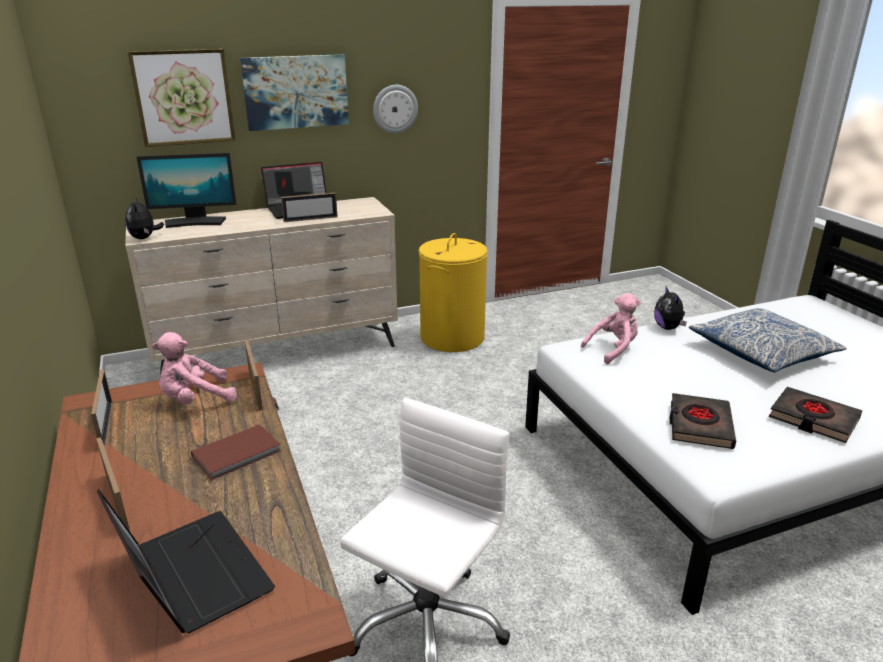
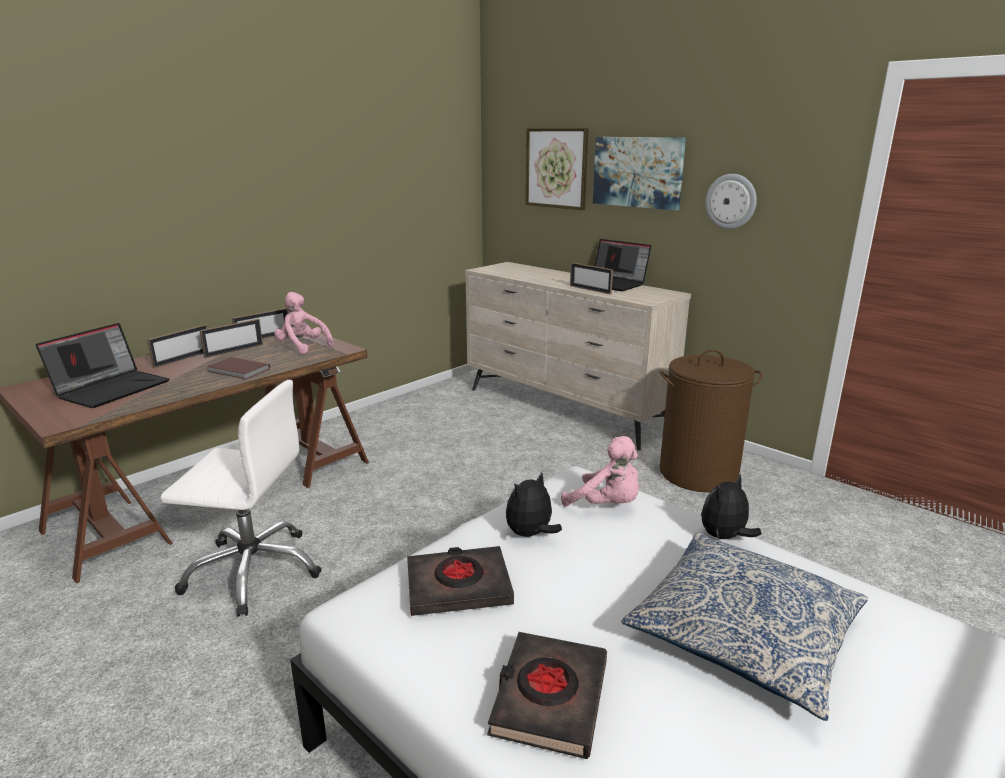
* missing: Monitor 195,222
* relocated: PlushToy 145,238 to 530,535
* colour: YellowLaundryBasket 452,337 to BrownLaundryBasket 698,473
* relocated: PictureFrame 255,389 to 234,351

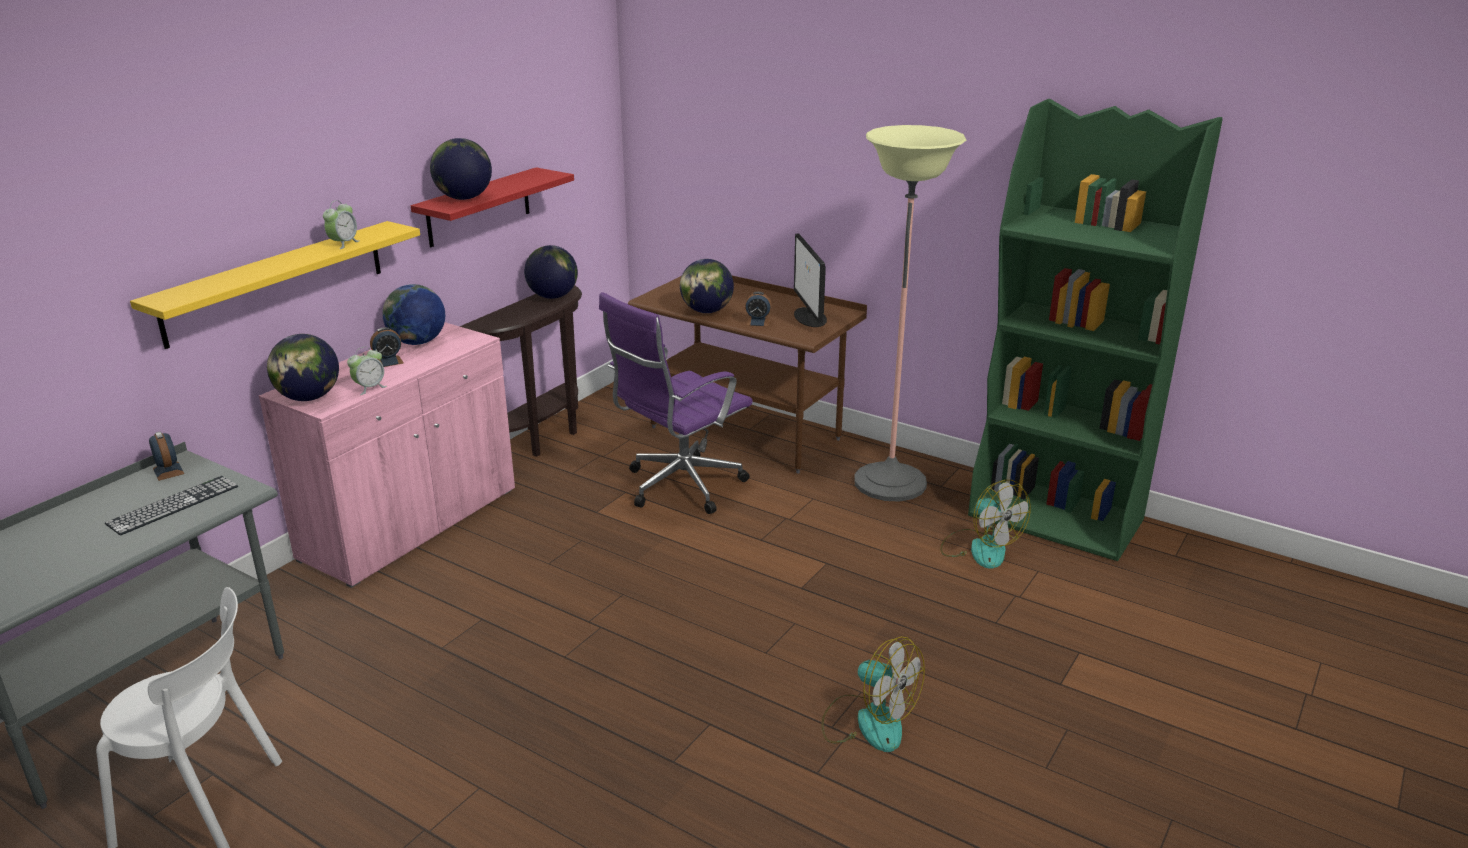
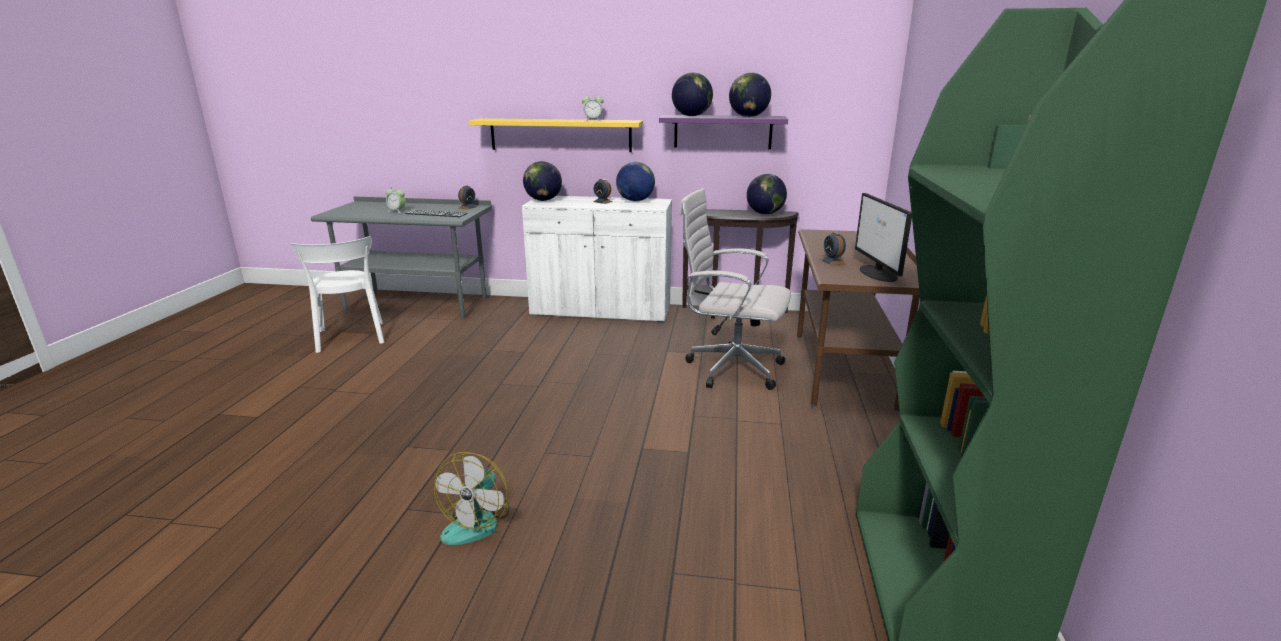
* missing: FloorLamp 890,482
* colour: RedShelf 479,207 to PurpleShelf 722,132
* spun: Monitor 810,317 = 878,273 60 degrees counterclockwise
* relocated: Globe 707,311 to 748,117
* colour: PurpleOfficeChair 679,487 to WhiteOfficeChair 730,368
* colour: PinkCabinet 411,524 to WhiteCabinet 601,310
* relocated: AlarmClock 369,388 to 397,211
* missing: Fan 980,548

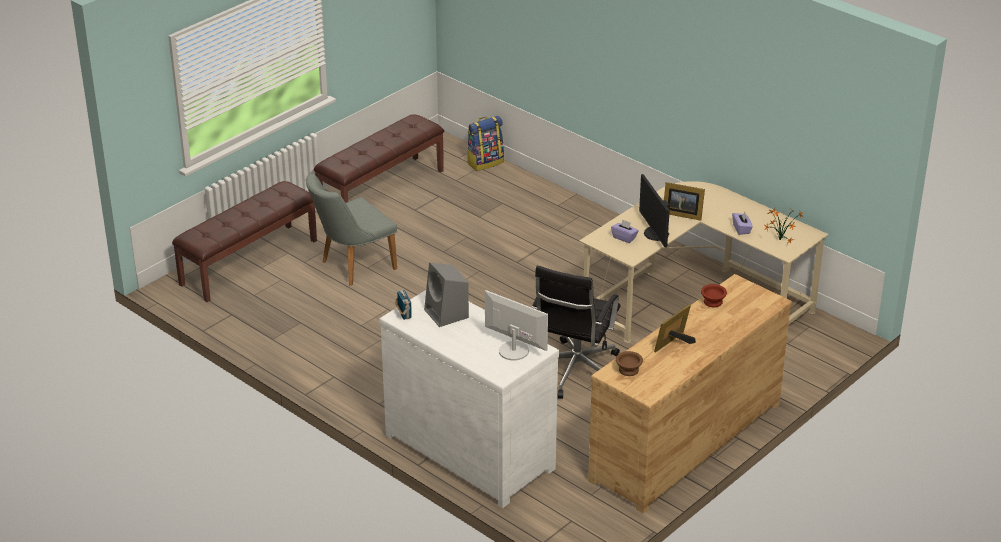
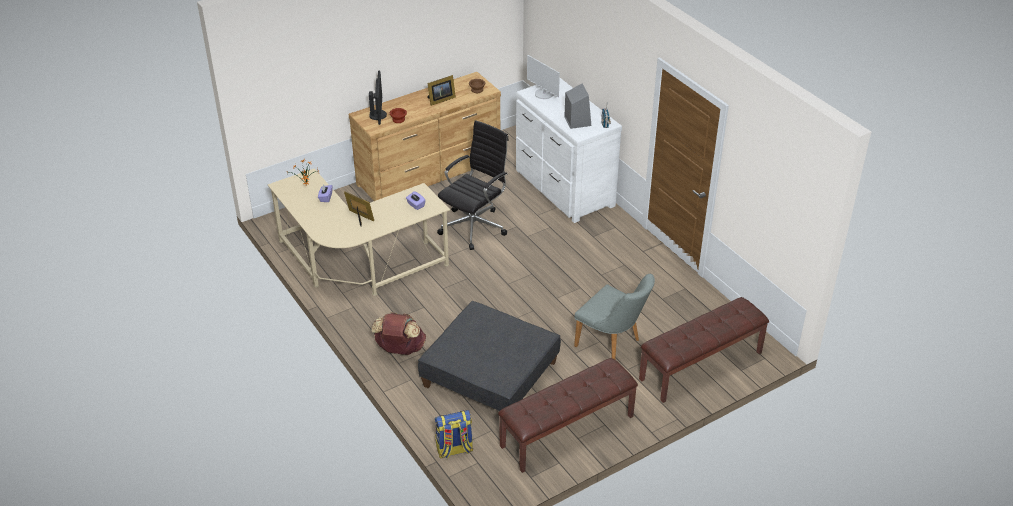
* spun: GreyChair 352,266 = 612,344 60 degrees clockwise
* relocated: Monitor 655,234 to 378,115
* appeared: GreyOttoman 491,374
* appeared: BrownBackpack 400,349

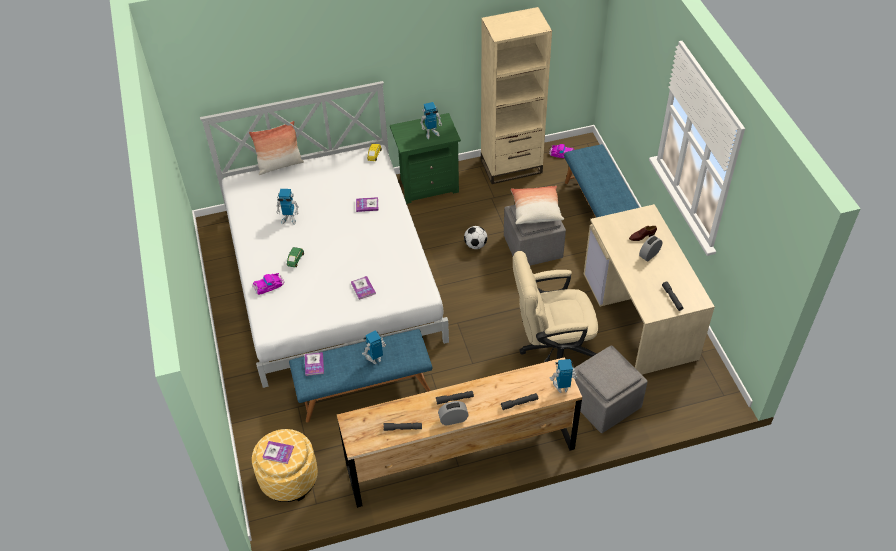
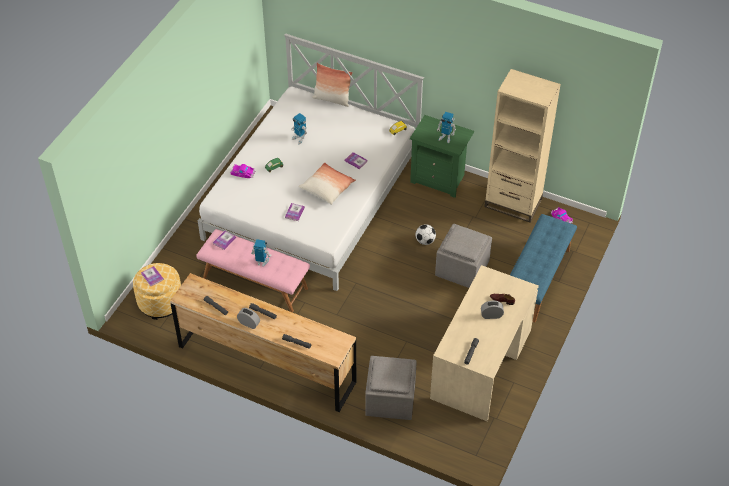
* relocated: Pillow 536,210 to 327,188
* missing: BeigeOfficeChair 552,348
* colour: BlueBench 364,389 to PinkBench 255,282
* missing: ToyRobot 562,387

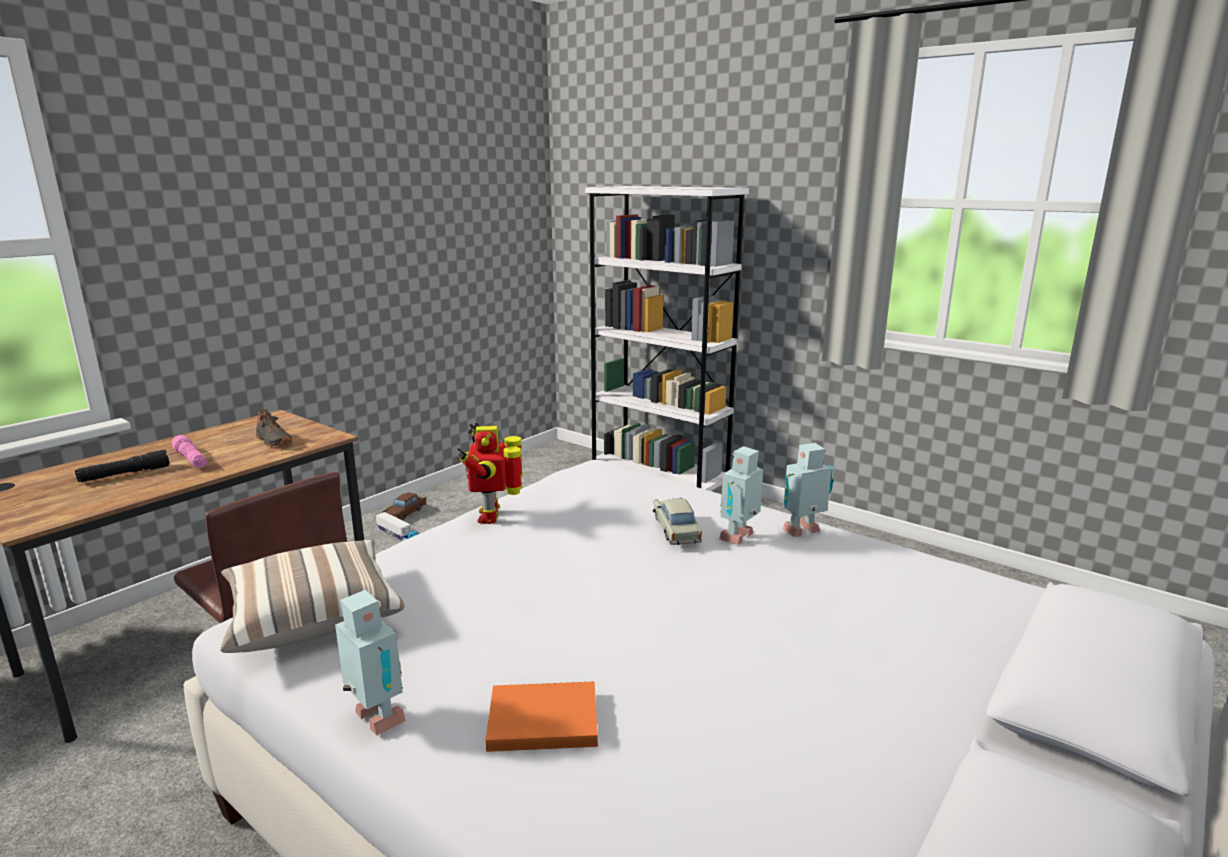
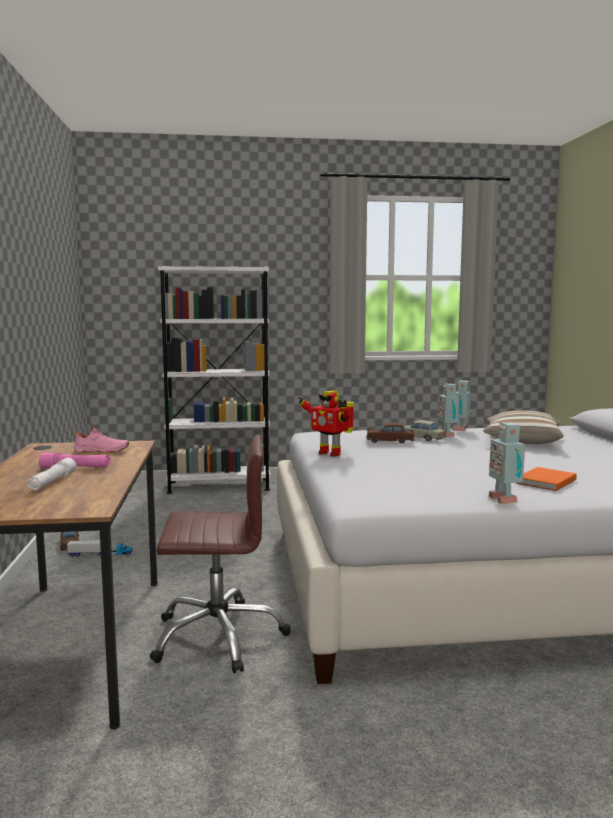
* colour: BlackShoe 272,441 to PinkShoe 101,452
* colour: BlackFlashlight 125,474 to WhiteFlashlight 52,482
* relocated: Pillow 312,617 to 521,442
* spun: ToyRobot 376,721 = 504,499 105 degrees counterclockwise
* appeared: BrownToyCar 390,441

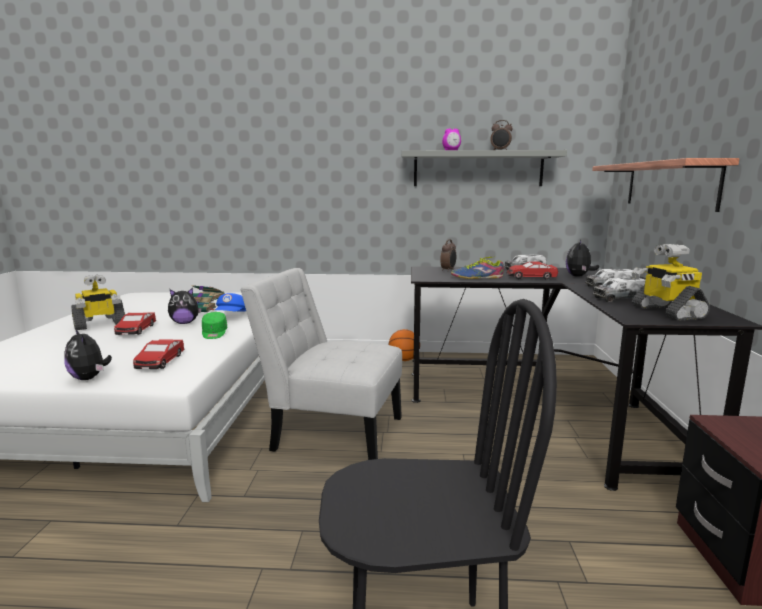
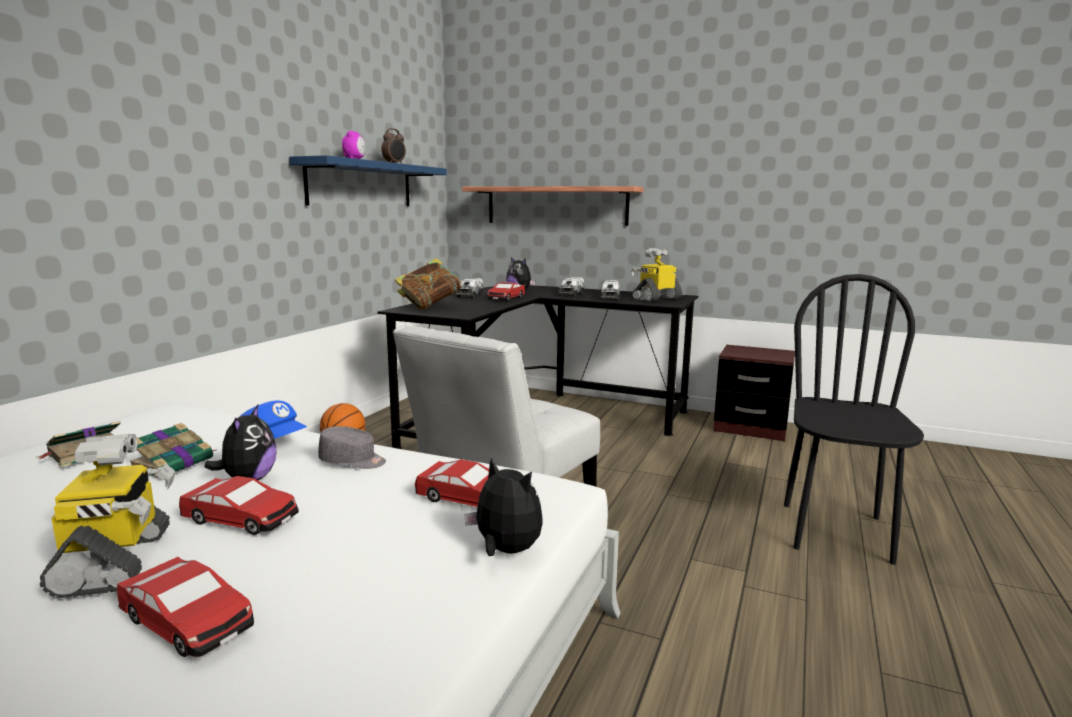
* colour: GreyShelf 478,169 to BlueShelf 361,184
* exchanged: AlarmClock 448,270 to Book 430,306
* spun: ToyRobot 666,312 = 656,299 135 degrees clockwise
* missing: Shoe 477,277
* colour: GreenCap 214,333 to GreyCap 353,461
* spun: PlushToy 89,378 = 505,551 120 degrees counterclockwise
* appeared: ToyCar 187,621

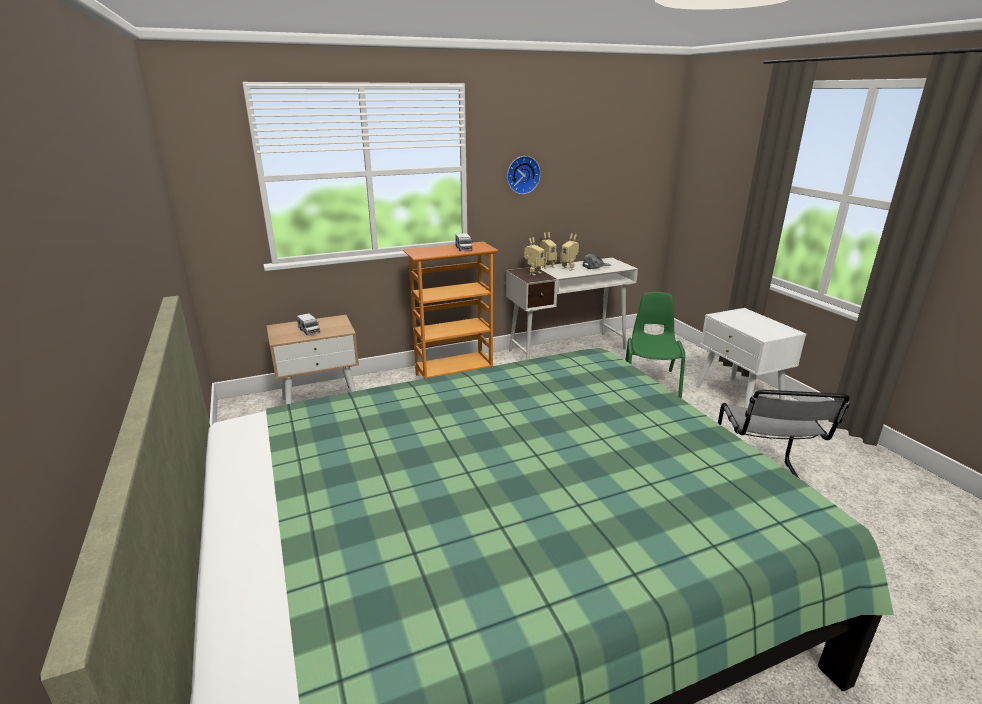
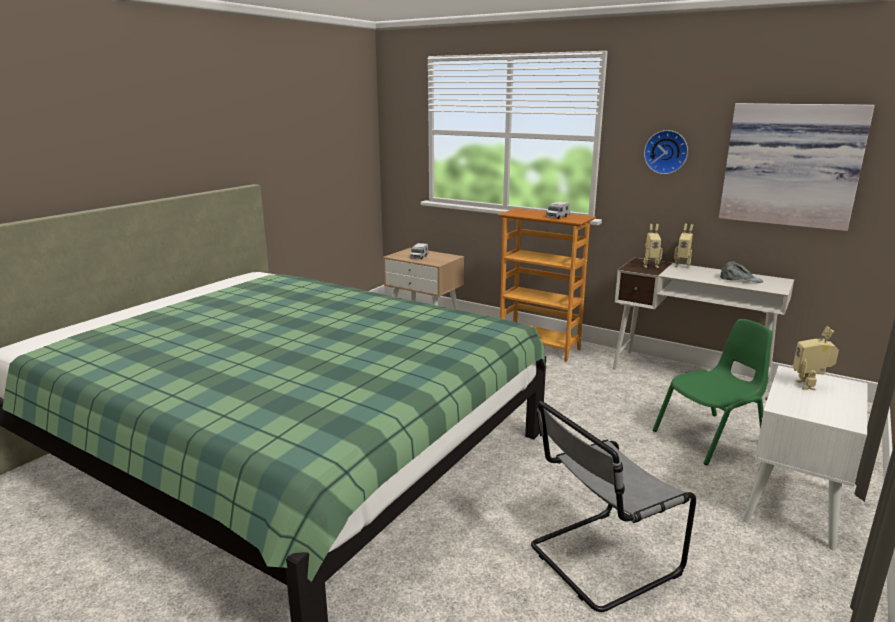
* relocated: ToyRobot 569,268 to 809,385
* appeared: Picture 791,165

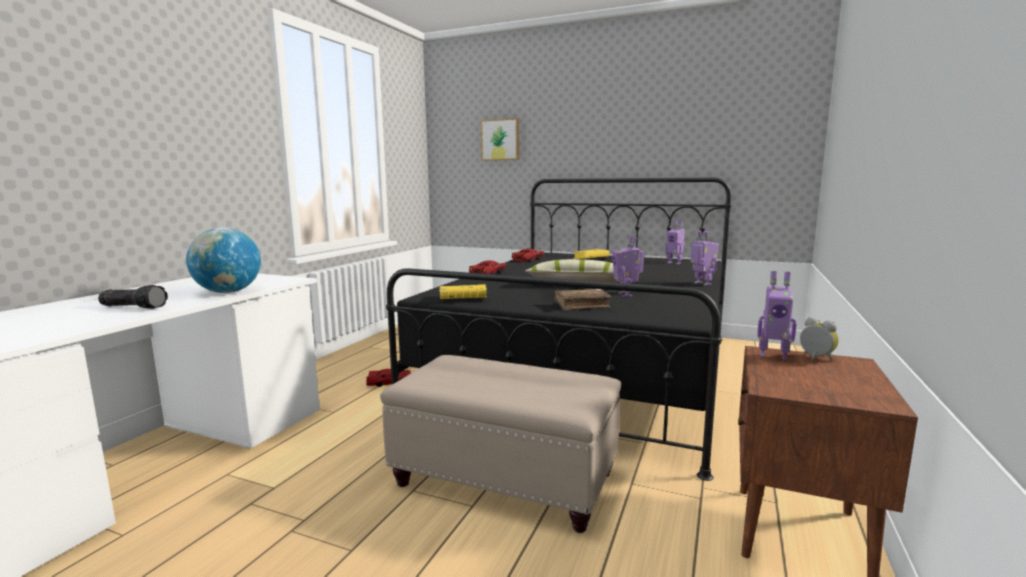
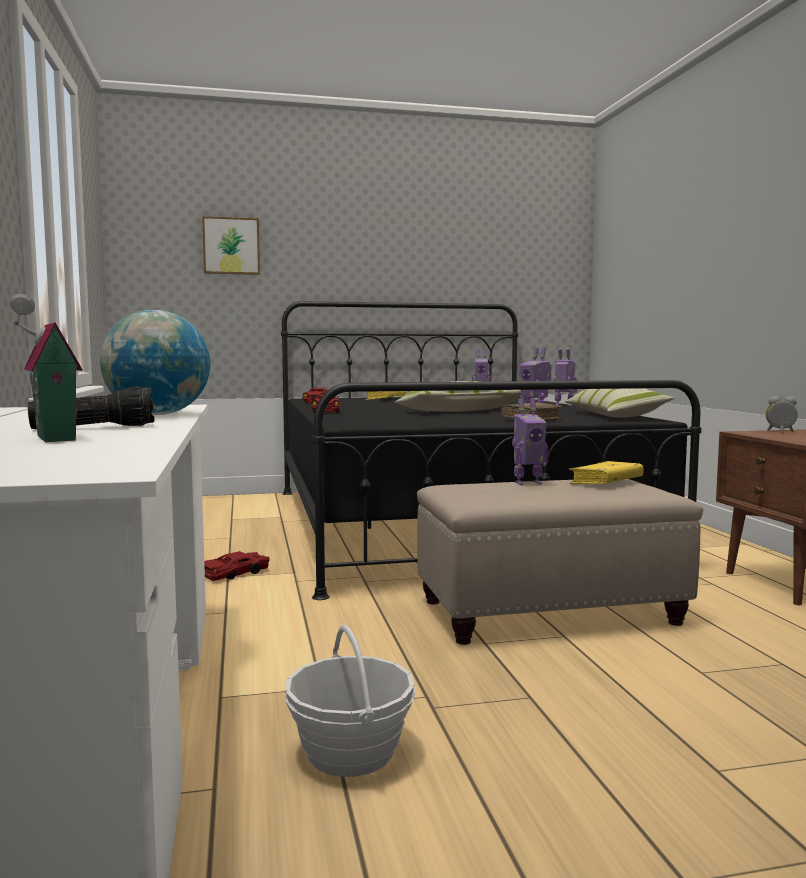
* relocated: ToyRobot 773,355 to 527,483
* relocated: YellowBook 463,299 to 606,483
* appeared: ToyHouse 51,438
* appeared: Pillow 614,416
* appeared: Basket 350,752

